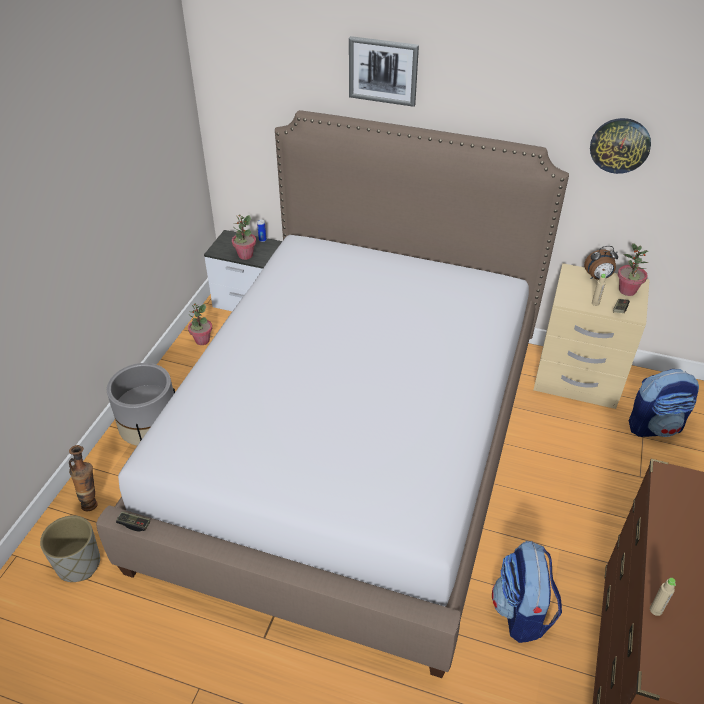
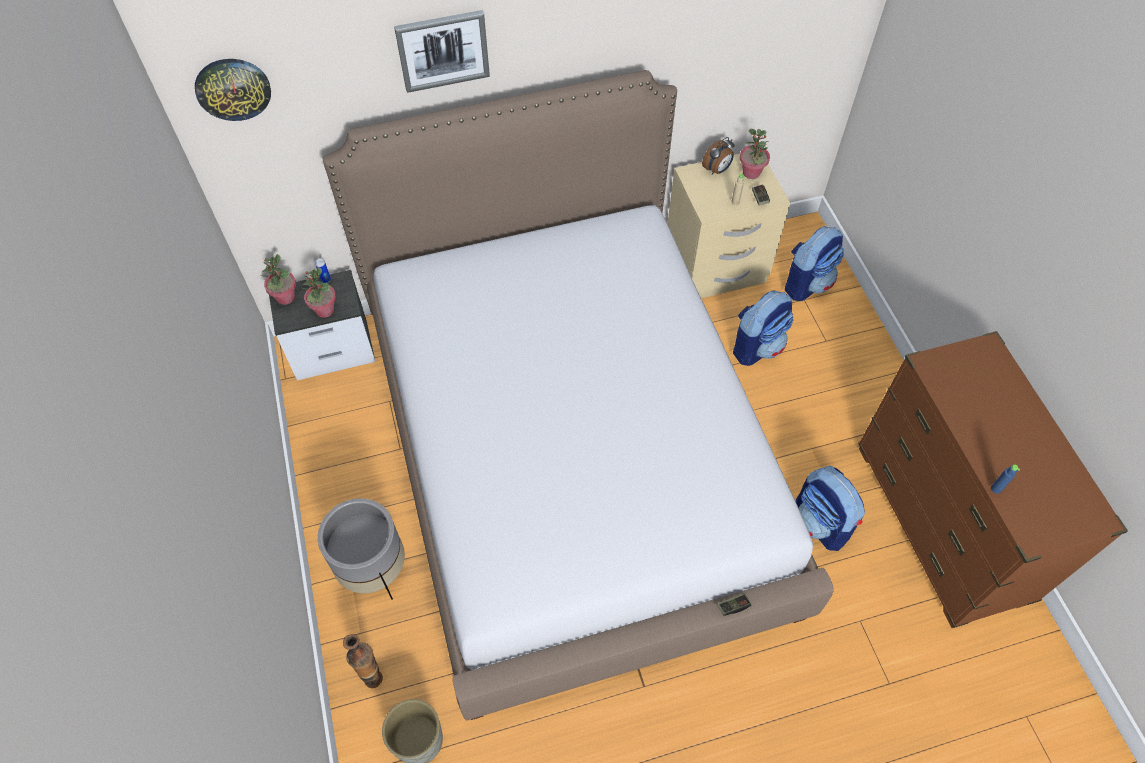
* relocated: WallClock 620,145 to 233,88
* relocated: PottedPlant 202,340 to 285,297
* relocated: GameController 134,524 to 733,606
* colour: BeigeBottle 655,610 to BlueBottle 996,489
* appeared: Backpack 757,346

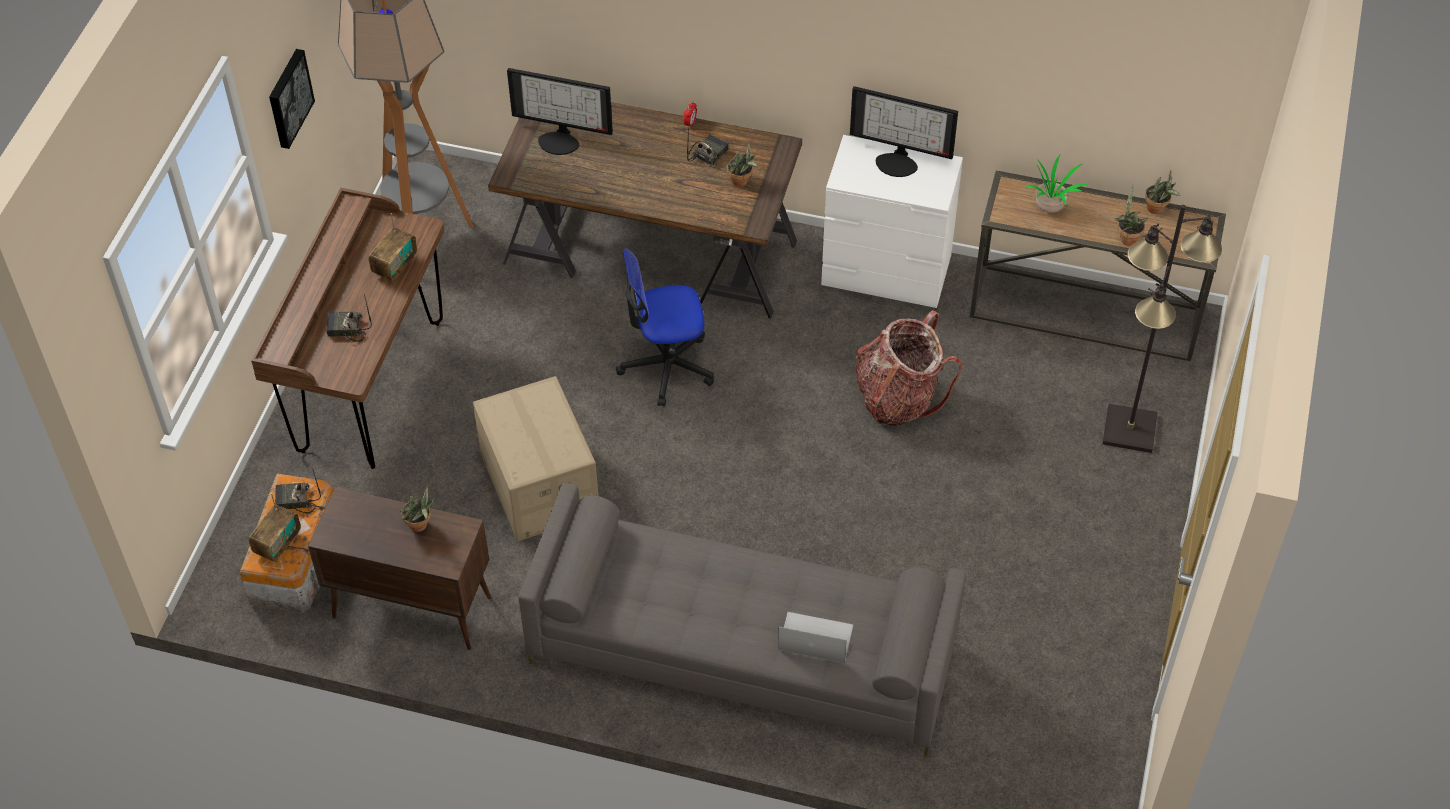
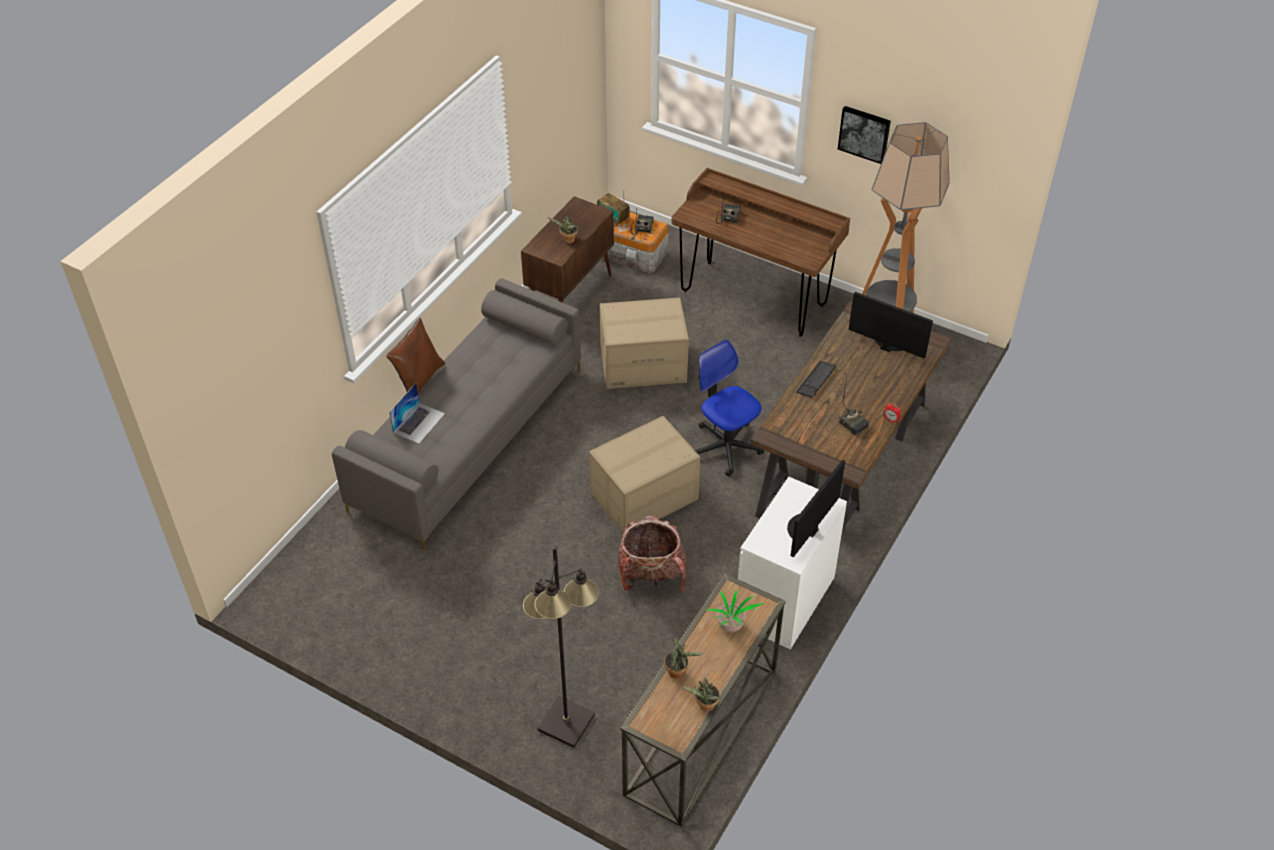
* spun: Monitor 560,140 = 888,344 90 degrees clockwise
* missing: PottedPlant 742,182
* missing: Radio 395,266
* spun: OfficeChair 666,366 = 725,447 45 degrees counterclockwise
* appeared: BrownPillow 419,380
* appeared: Keyboard 816,380
* appeared: CardboardBox 644,497

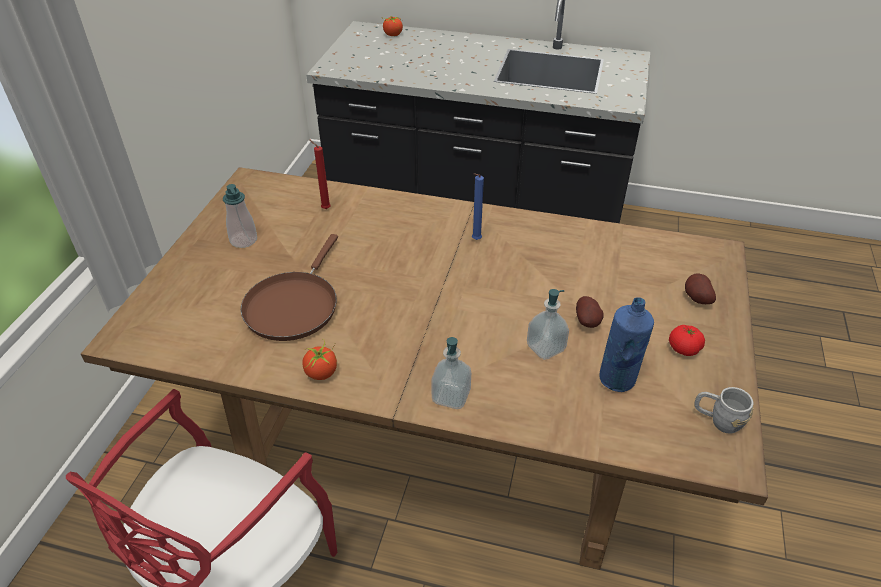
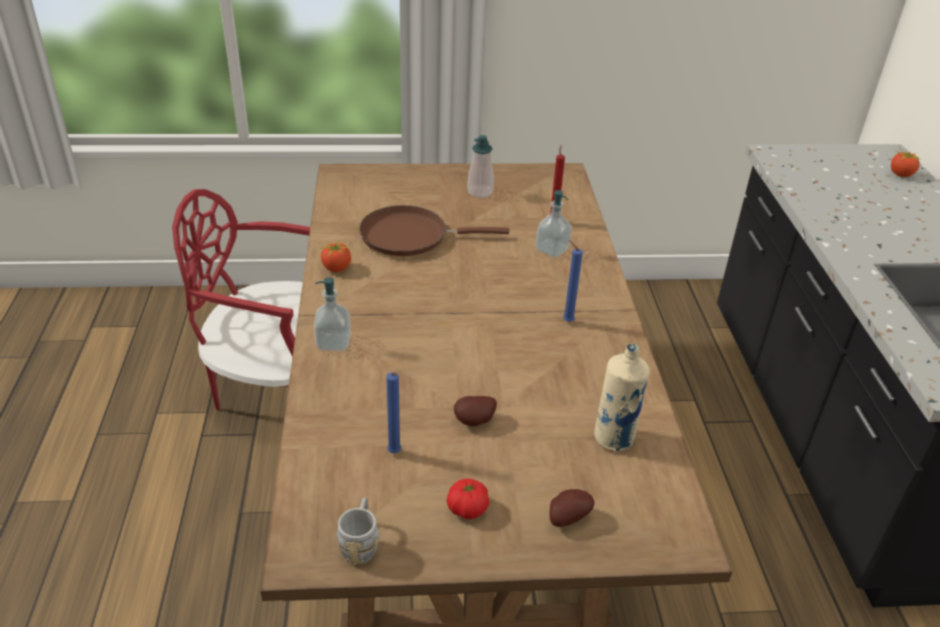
* relocated: SoapDispenser 545,347 to 552,250
* exchanged: BlueBottle 617,379 to BlueCandle 395,454
* appeared: BeigeBottle 614,438

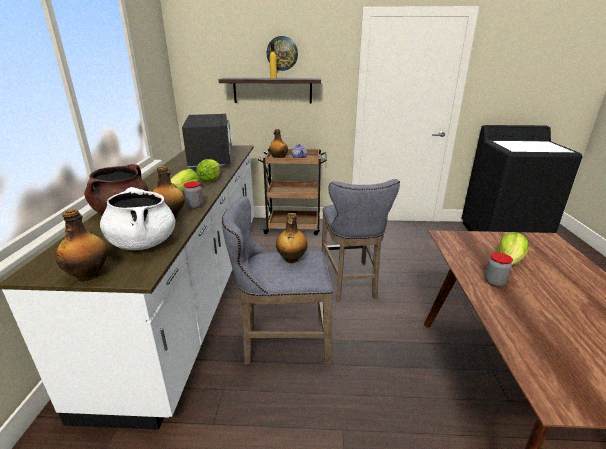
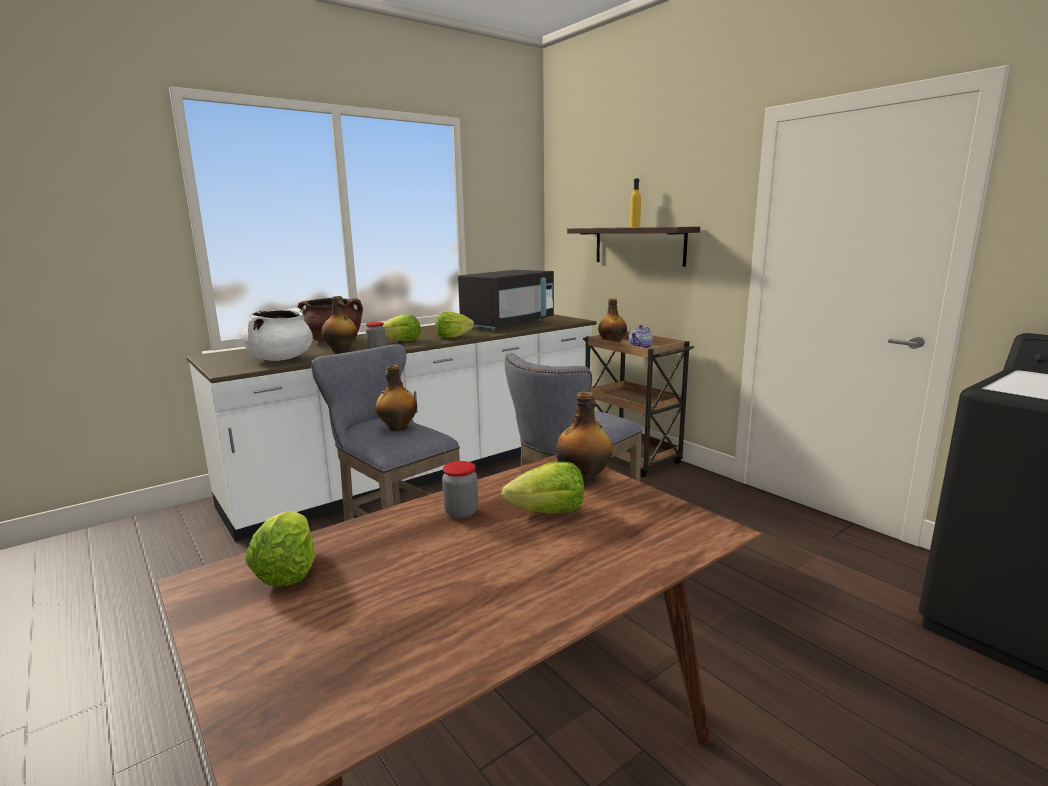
* missing: WallClock 282,53
* relocated: Bottle 89,275 to 584,479
* appeared: Lettuce 288,571

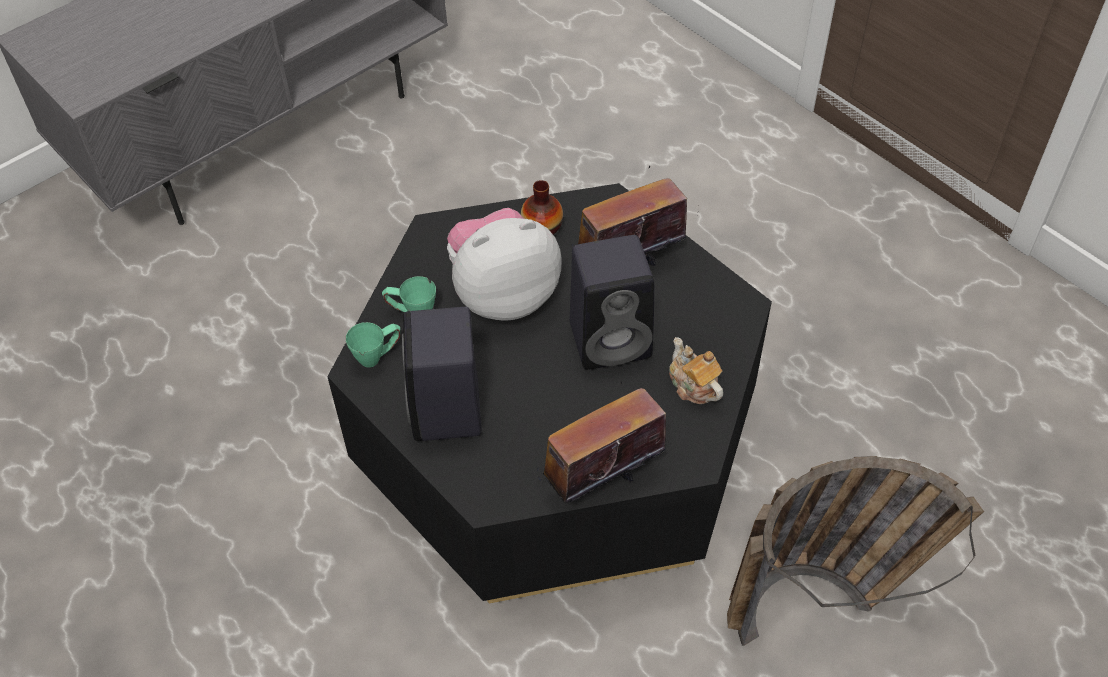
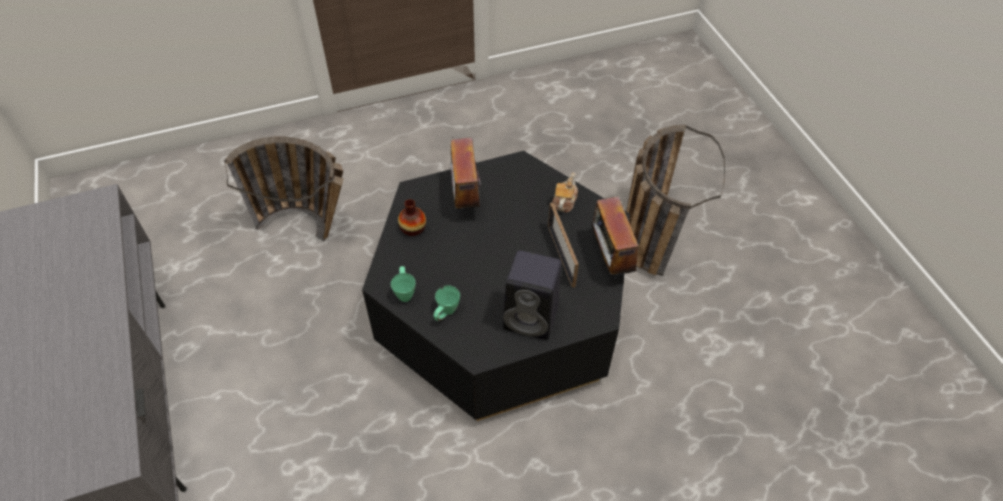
* missing: PlushToy 503,294
* missing: BlackSpeaker 613,339
* relocated: GreenMug 377,356 to 404,292
* spun: Teapot 693,385 = 564,201 120 degrees clockwise
* appeared: Basket 309,229
* appeared: PictureFrame 561,255

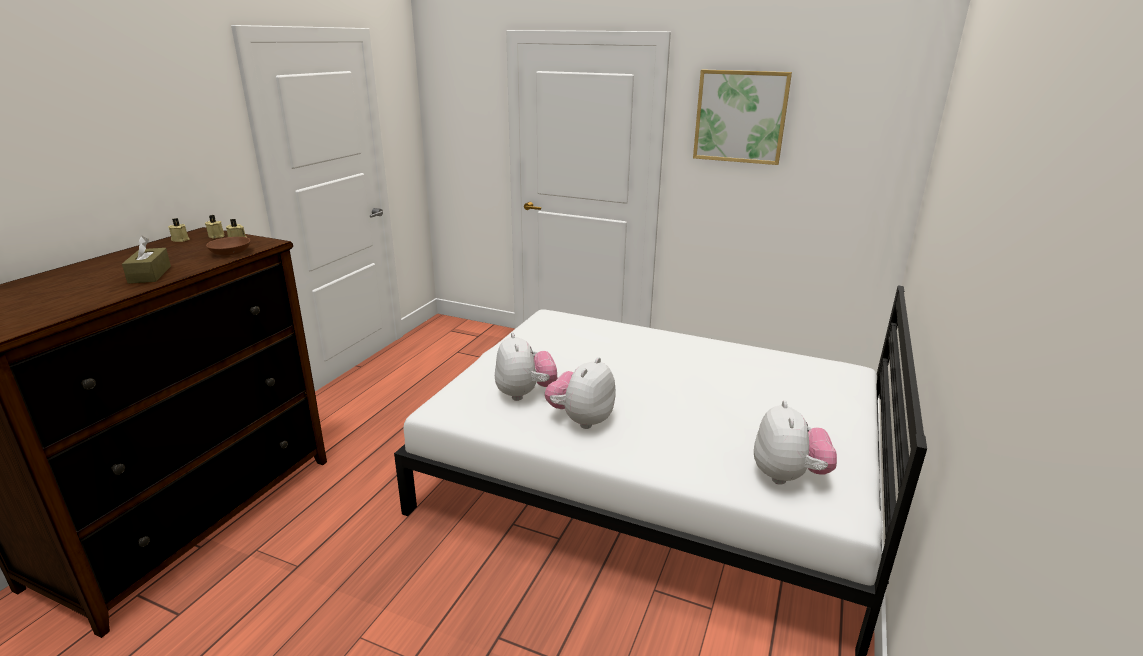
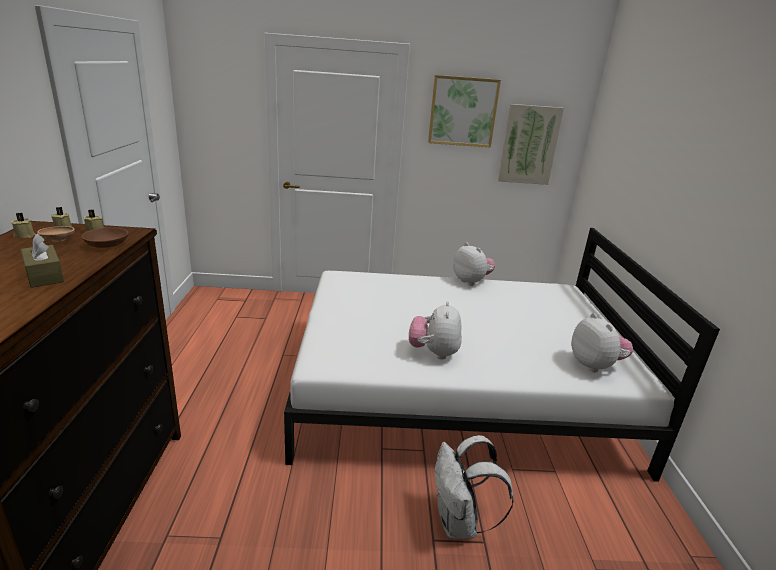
* relocated: PlushToy 525,393 to 471,281
* appeared: Picture 529,145
* appeared: BrownBowl 58,240
* appeared: WhiteBackpack 459,523

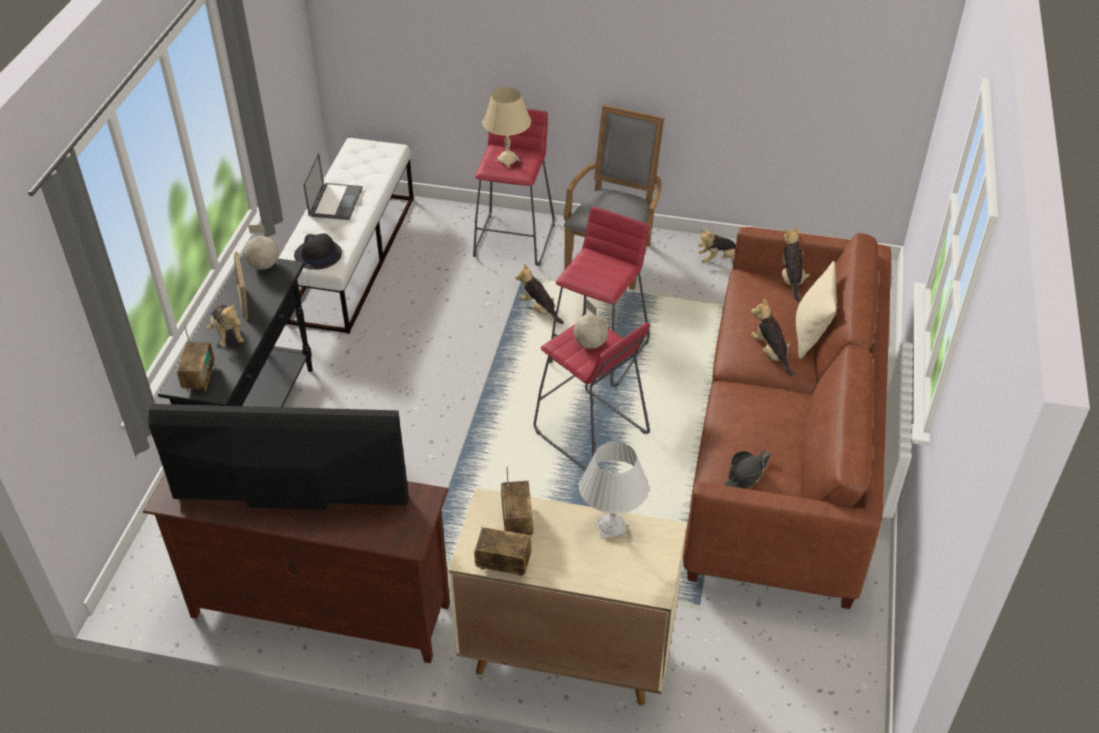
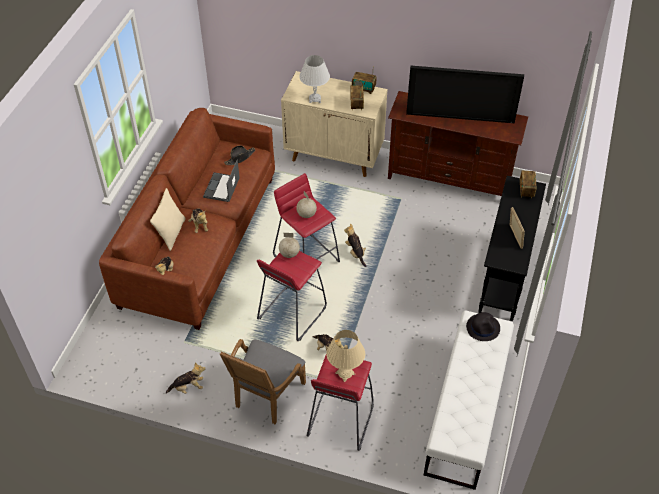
* relocated: Laptop 335,201 to 221,188
* relocated: Globe 264,265 to 289,254
* relocated: PlushToy 227,335 to 355,253

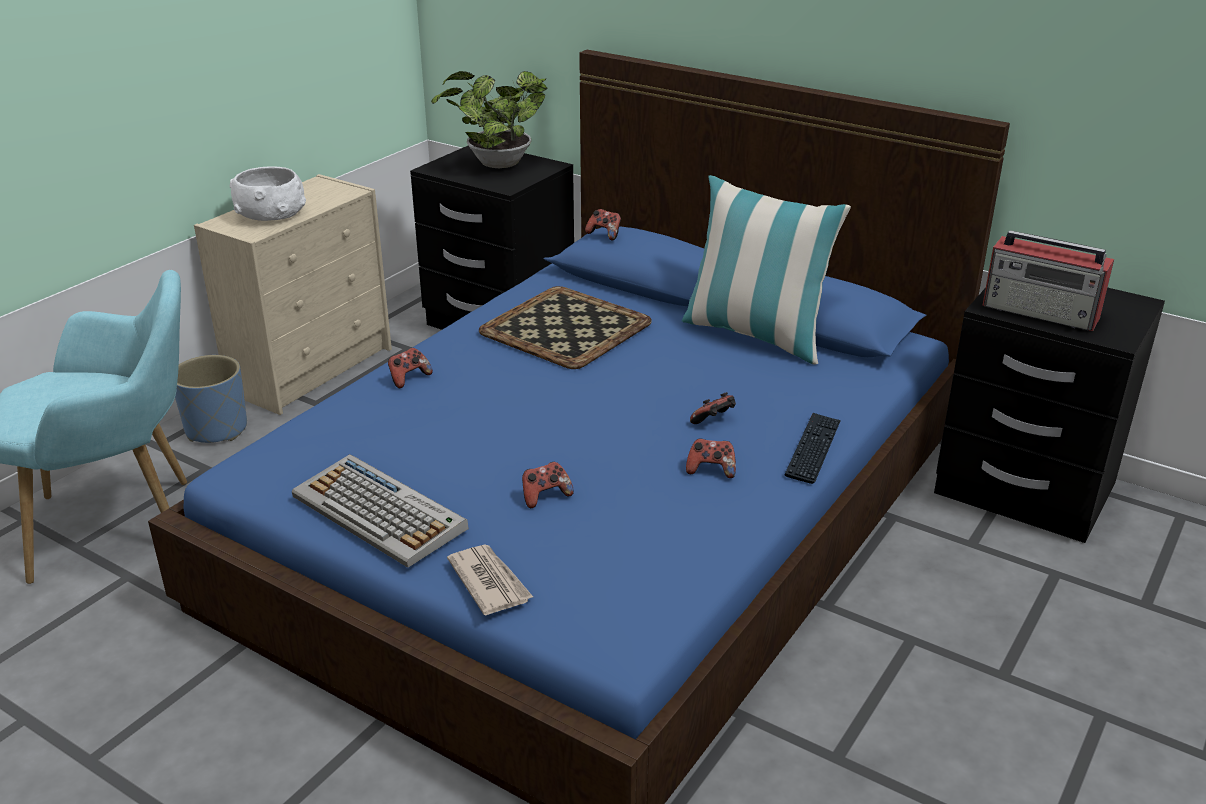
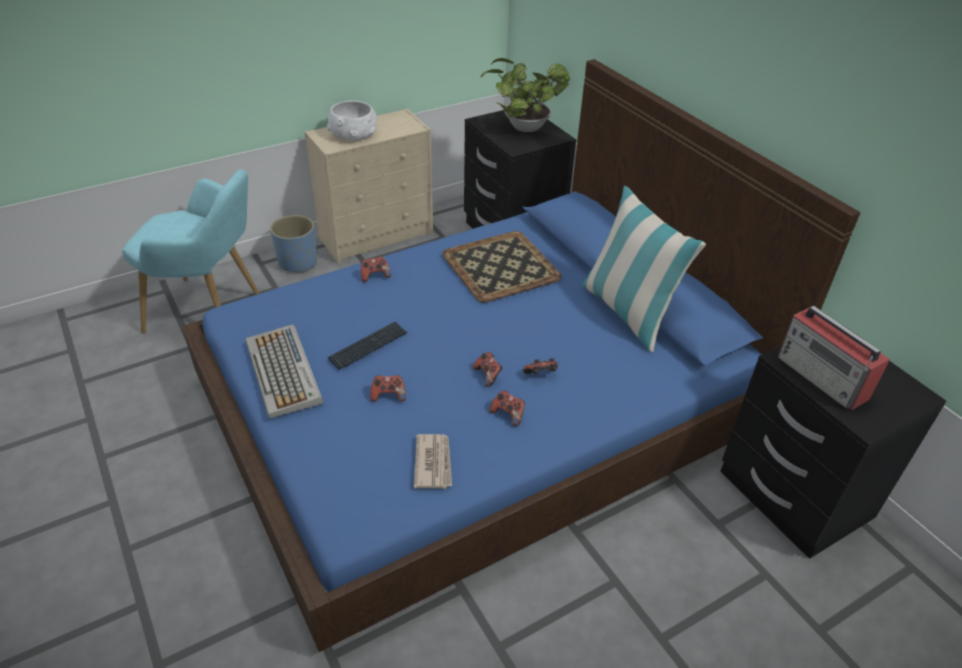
* relocated: GameController 605,234 to 488,375
* relocated: Keyboard 813,449 to 368,346
* relocated: Newspaper 489,582 to 433,463

